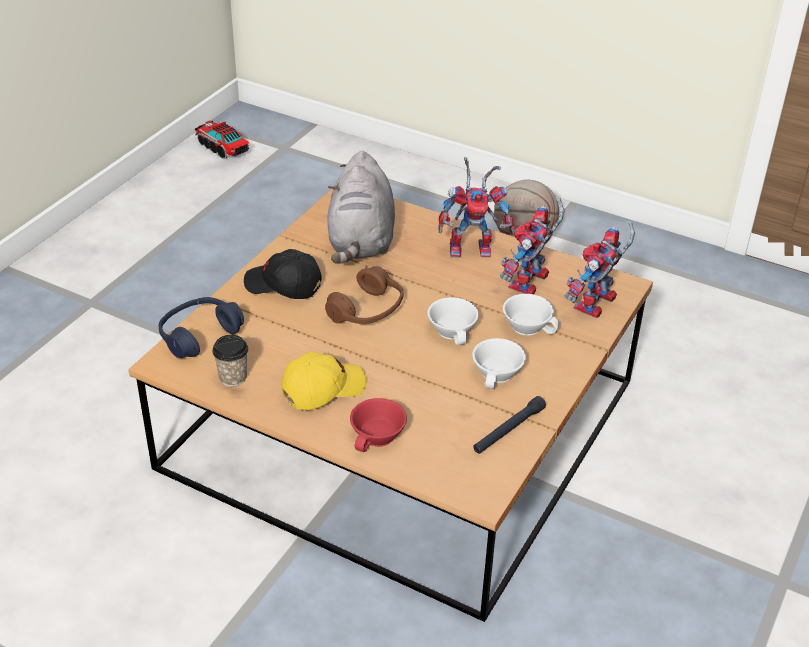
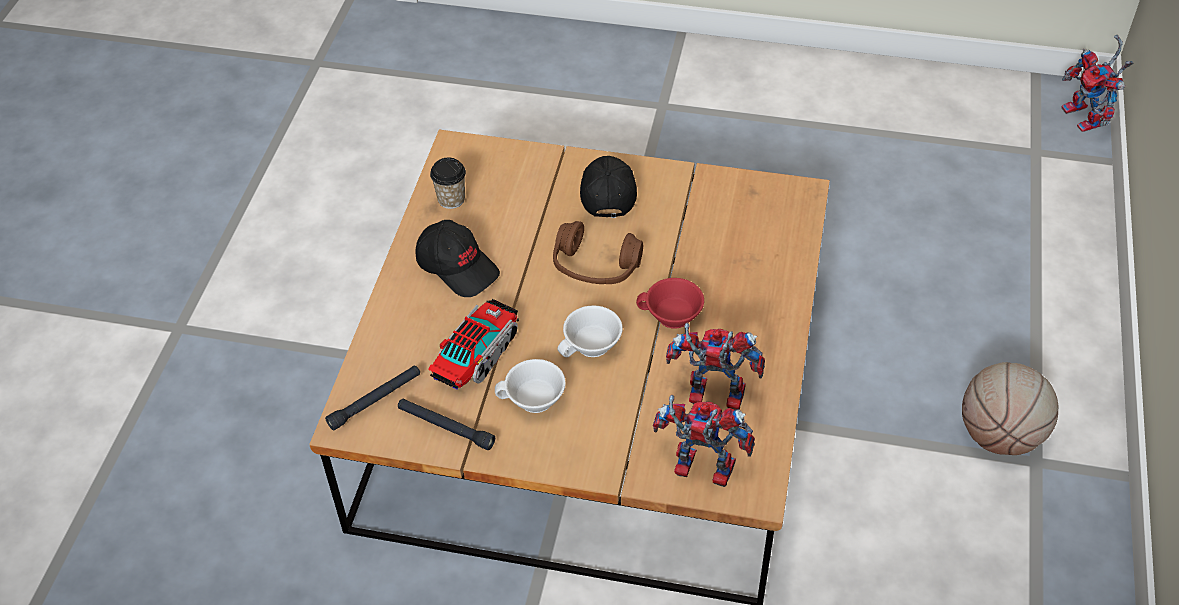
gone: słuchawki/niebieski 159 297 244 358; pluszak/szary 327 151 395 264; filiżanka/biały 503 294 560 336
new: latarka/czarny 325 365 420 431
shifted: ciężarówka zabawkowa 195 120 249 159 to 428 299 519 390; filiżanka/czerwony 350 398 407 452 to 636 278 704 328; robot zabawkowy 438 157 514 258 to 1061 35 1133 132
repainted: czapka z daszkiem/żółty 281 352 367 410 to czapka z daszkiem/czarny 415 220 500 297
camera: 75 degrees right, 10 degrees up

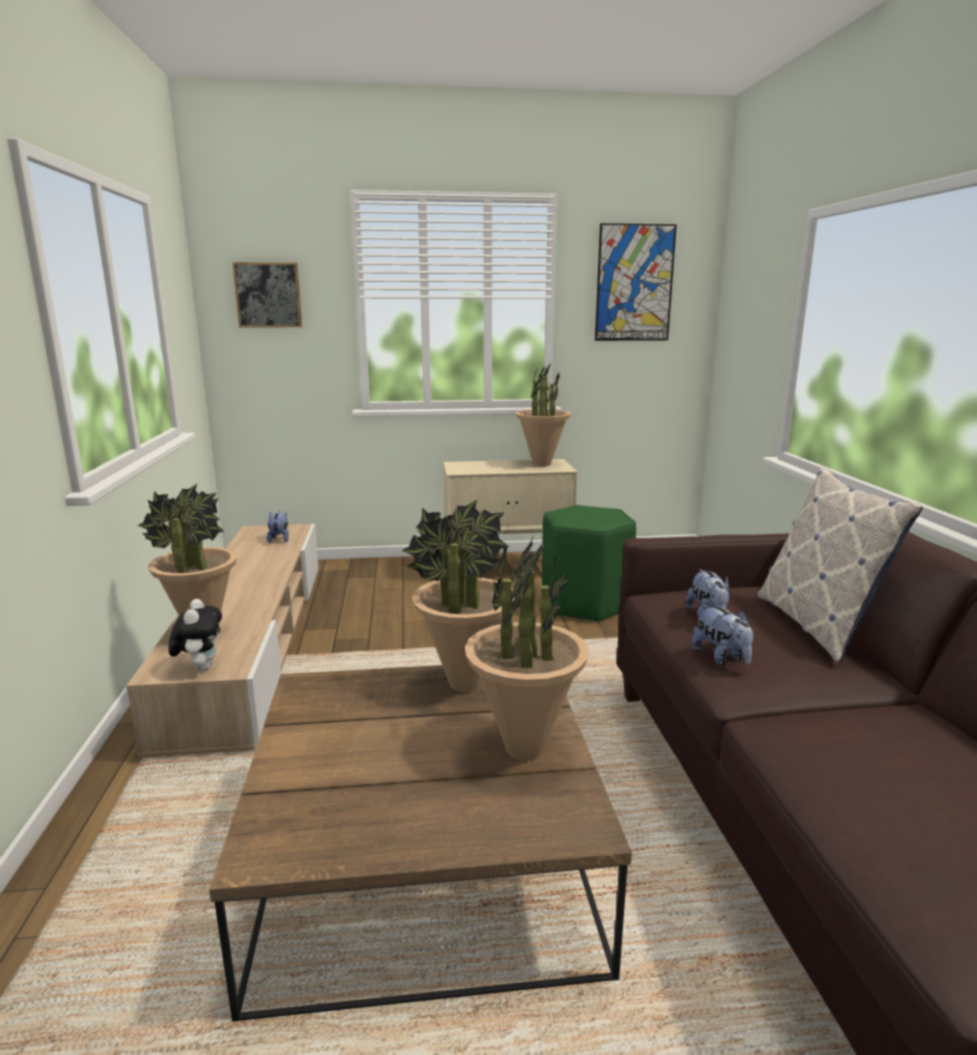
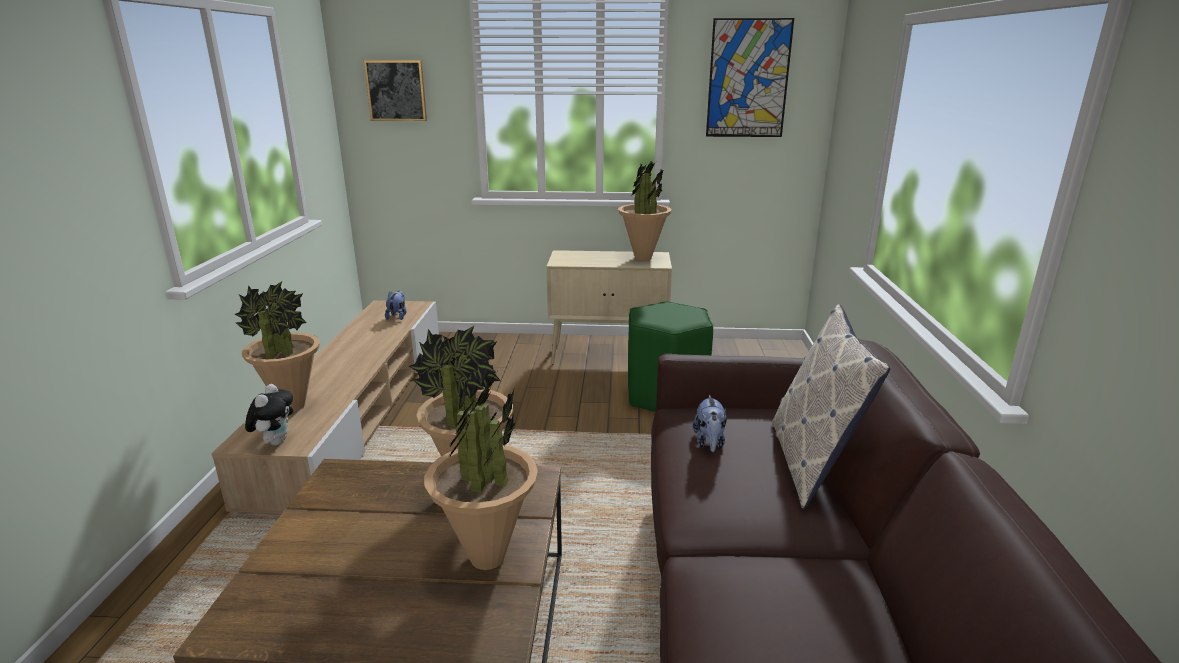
gone: pluszak 691 604 753 665
camera: 10 degrees right, 5 degrees up

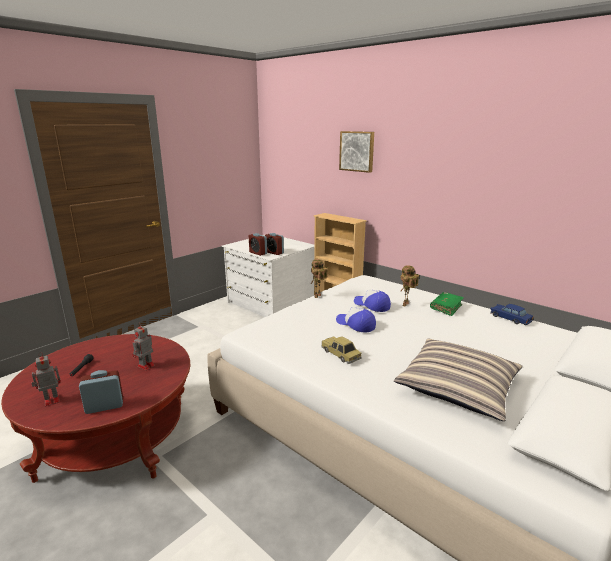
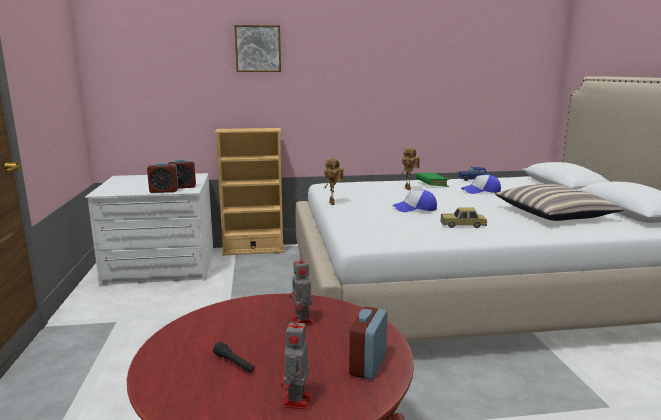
shifted: czapka z daszkiem 354 289 391 312 to 461 175 501 194
camera: 50 degrees left, 5 degrees down

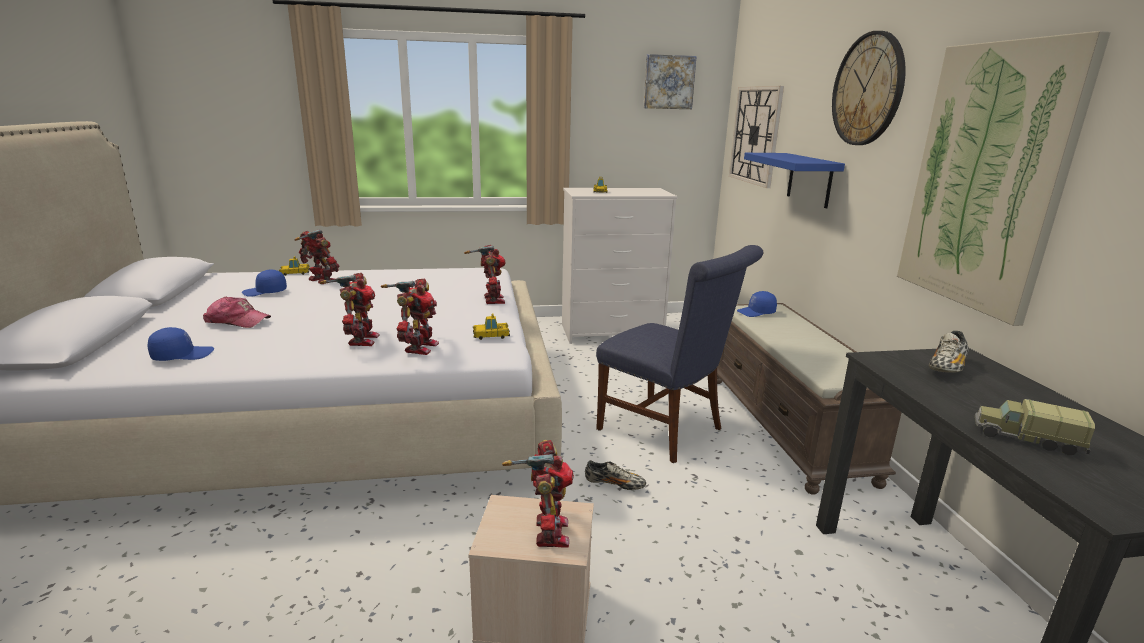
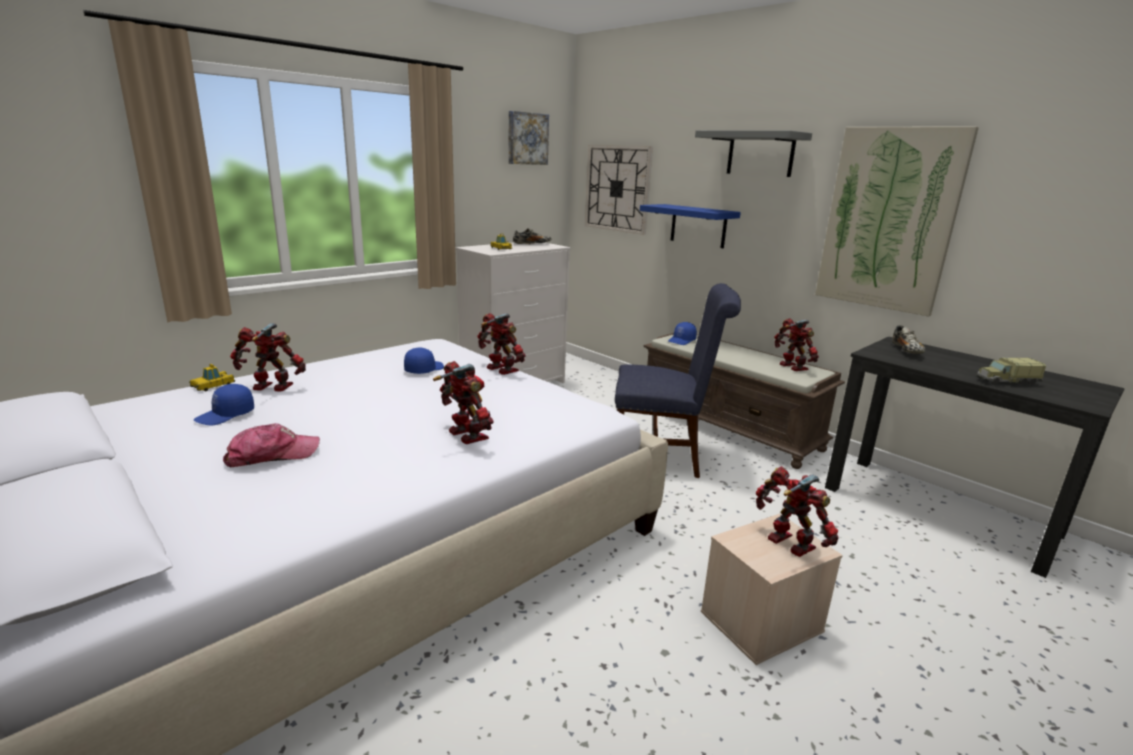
gone: samochodzik 472 313 510 340
shifted: czapka z daszkiem/niebieski 148 327 214 361 to 404 347 444 374; robot zabawkowy 381 278 439 355 to 774 318 819 371; but 585 460 646 490 to 513 228 551 244
swapped: zegar ścienny 832 31 906 145 to półka/szary 695 130 812 177
camera: 35 degrees left, 0 degrees up

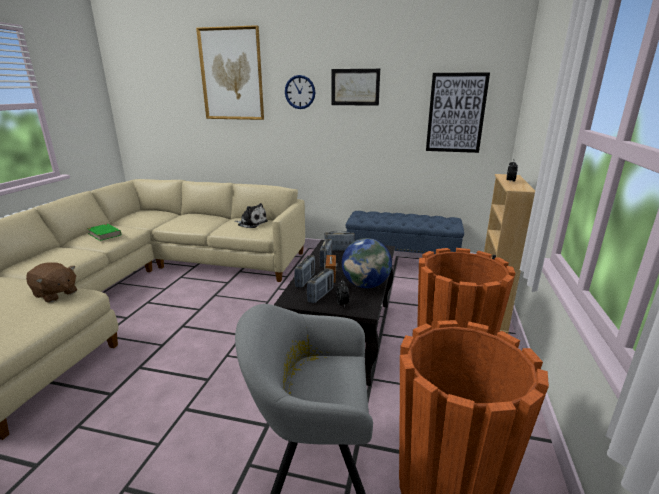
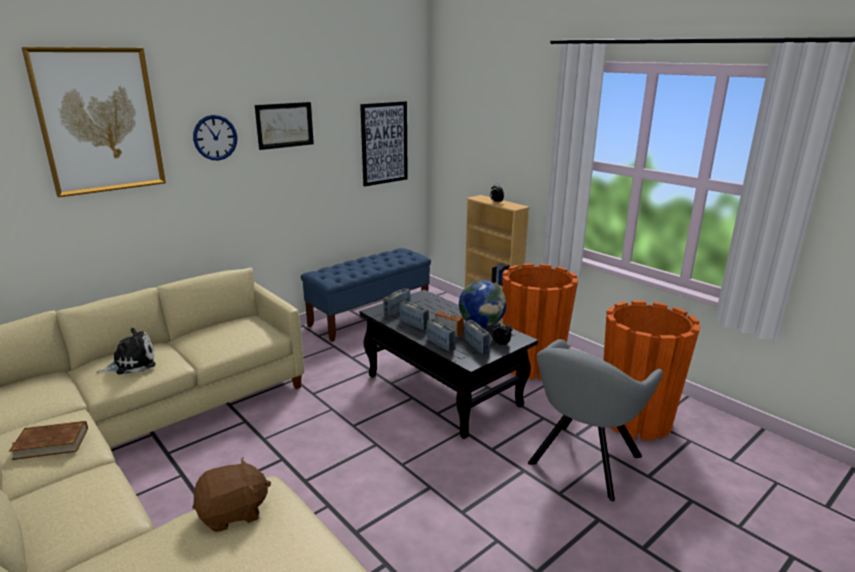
shifted: pluszak 234 203 268 228 to 97 328 156 374
repainted: książka/zielony 87 224 121 241 to książka/brązowy 9 421 88 460
camera: 55 degrees left, 0 degrees up

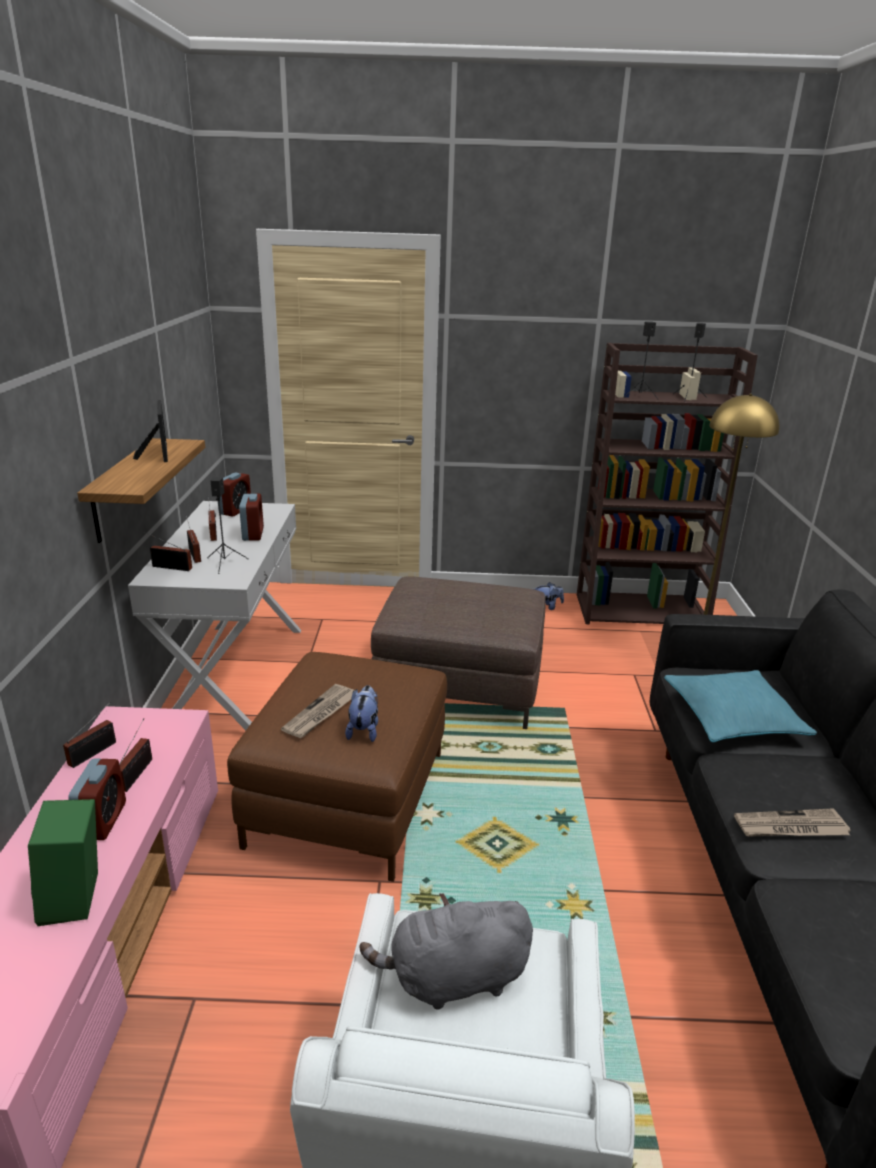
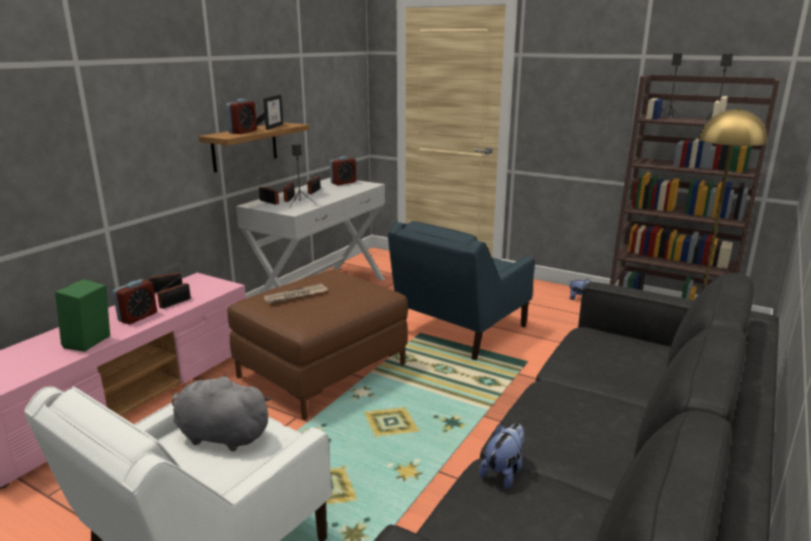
gone: poduszka/turkusowy 664 670 817 743; gazeta 734 808 851 837
shifted: budzik 239 494 264 541 to 226 99 257 134; pluszak 345 685 378 742 to 479 423 525 489
swapped: pufa/brązowy 371 576 546 729 to fotel/niebieski 388 221 535 360
camera: 30 degrees right, 5 degrees down

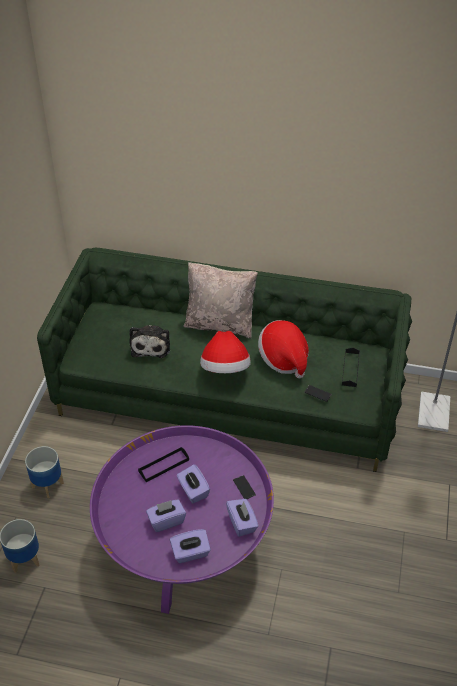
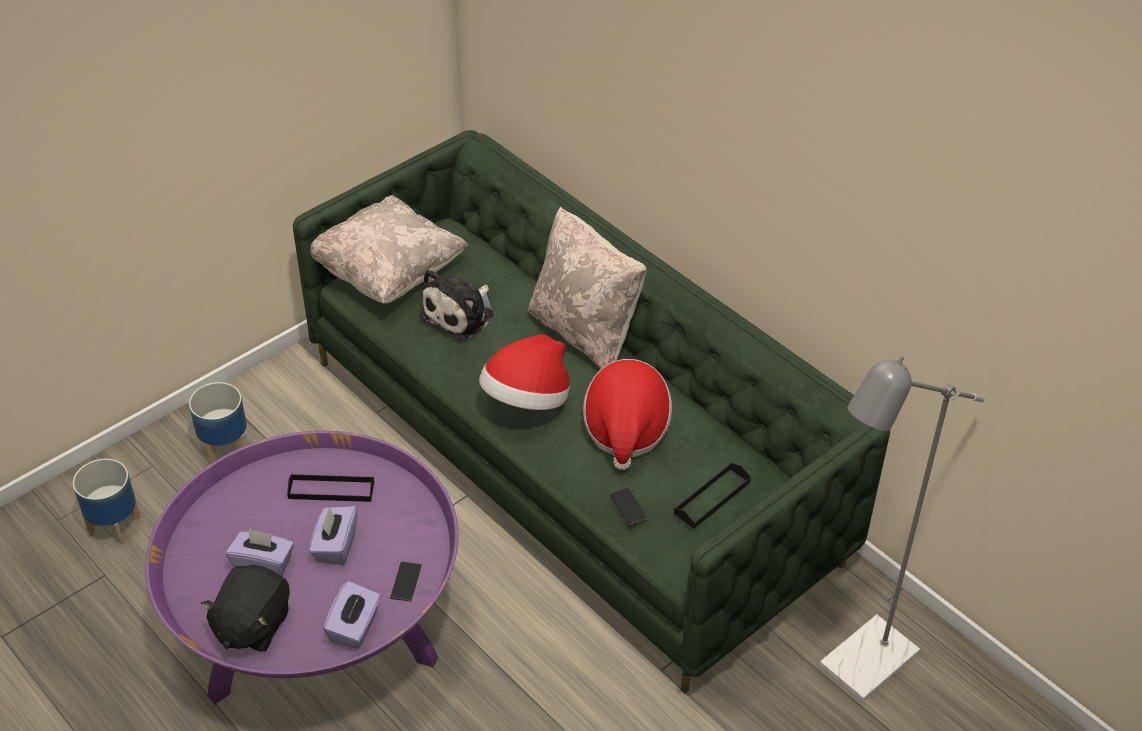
new: poduszka/beżowy 310 195 468 304
swapped: pudełko chusteczek/fioletowy 170 529 211 563 to pluszak/czarny 201 565 290 652
camera: 35 degrees right, 0 degrees up

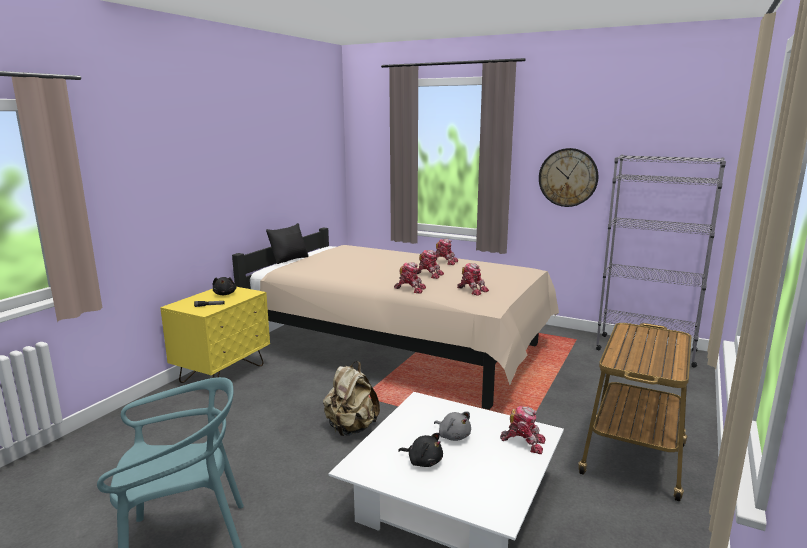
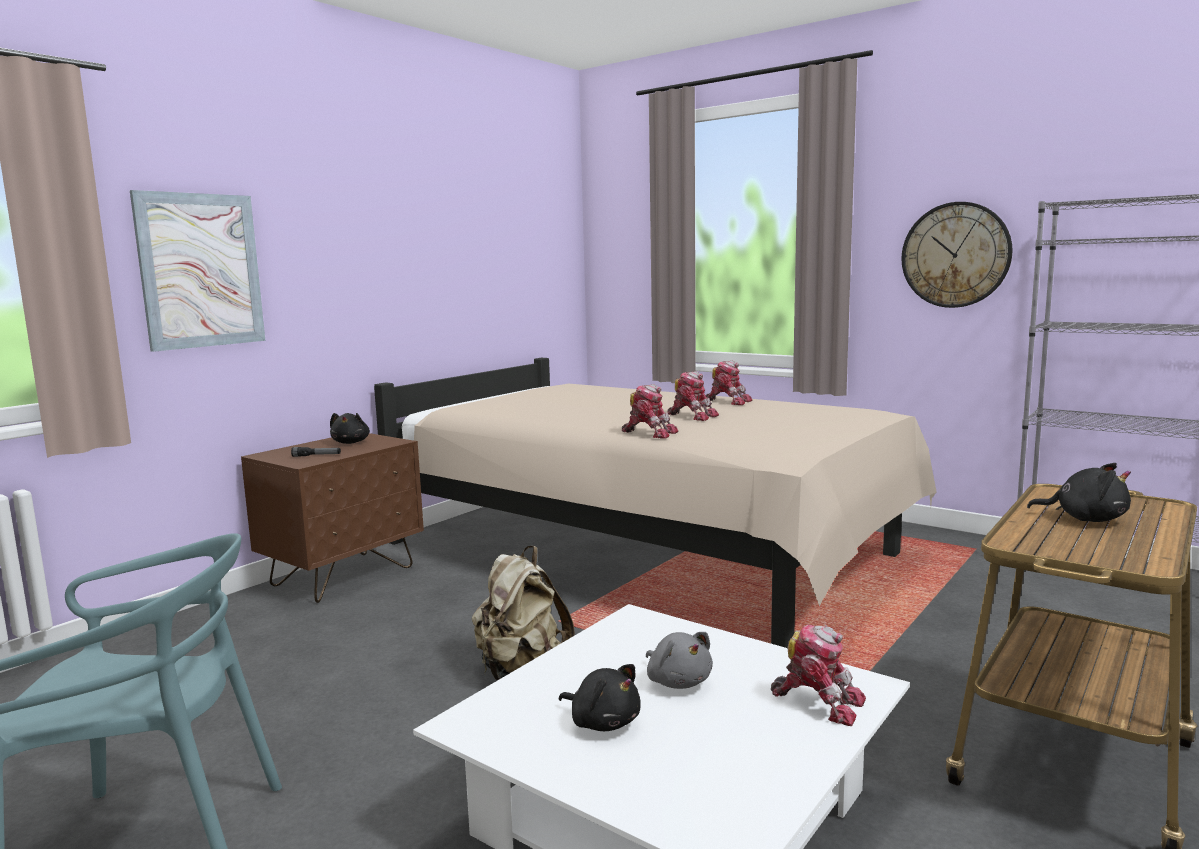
gone: poduszka/czarny 266 223 309 264; robot zabawkowy 457 263 489 296
new: obraz 130 190 265 352; pluszak/czarny 1027 463 1131 522
repainted: szafka nocna/żółty 160 287 270 383 to szafka nocna/brązowy 241 433 424 603
camera: 10 degrees right, 5 degrees down

